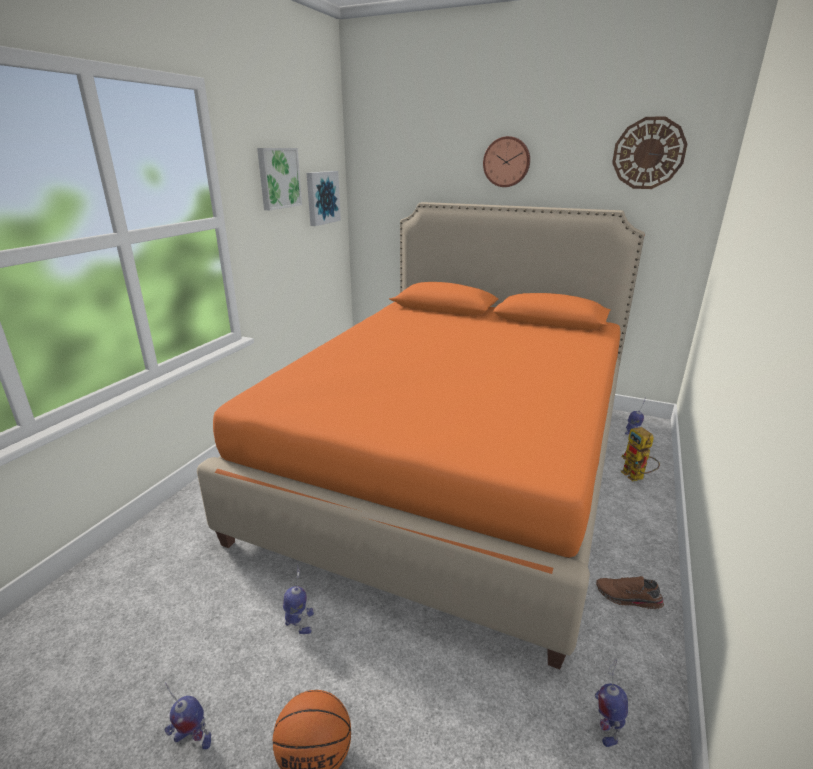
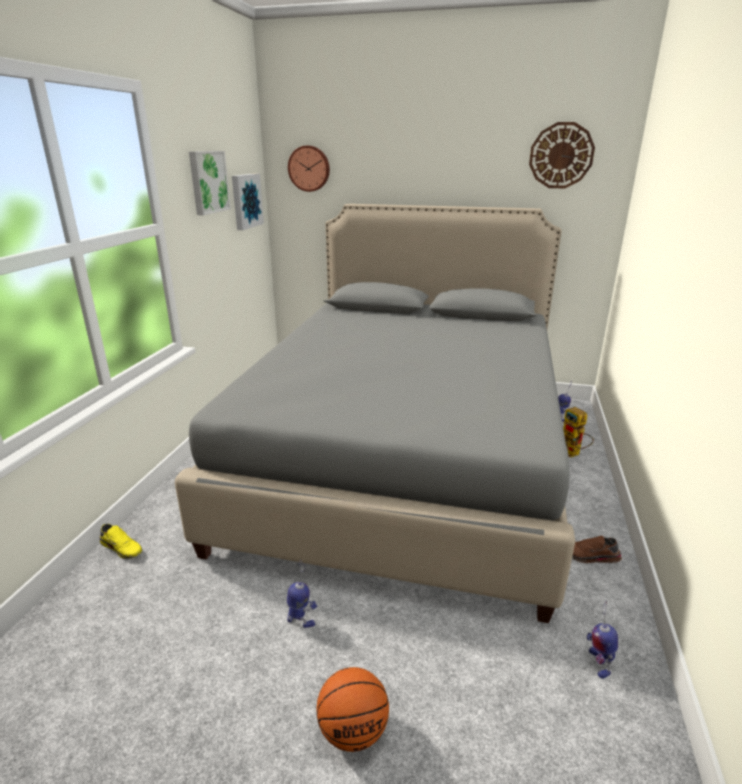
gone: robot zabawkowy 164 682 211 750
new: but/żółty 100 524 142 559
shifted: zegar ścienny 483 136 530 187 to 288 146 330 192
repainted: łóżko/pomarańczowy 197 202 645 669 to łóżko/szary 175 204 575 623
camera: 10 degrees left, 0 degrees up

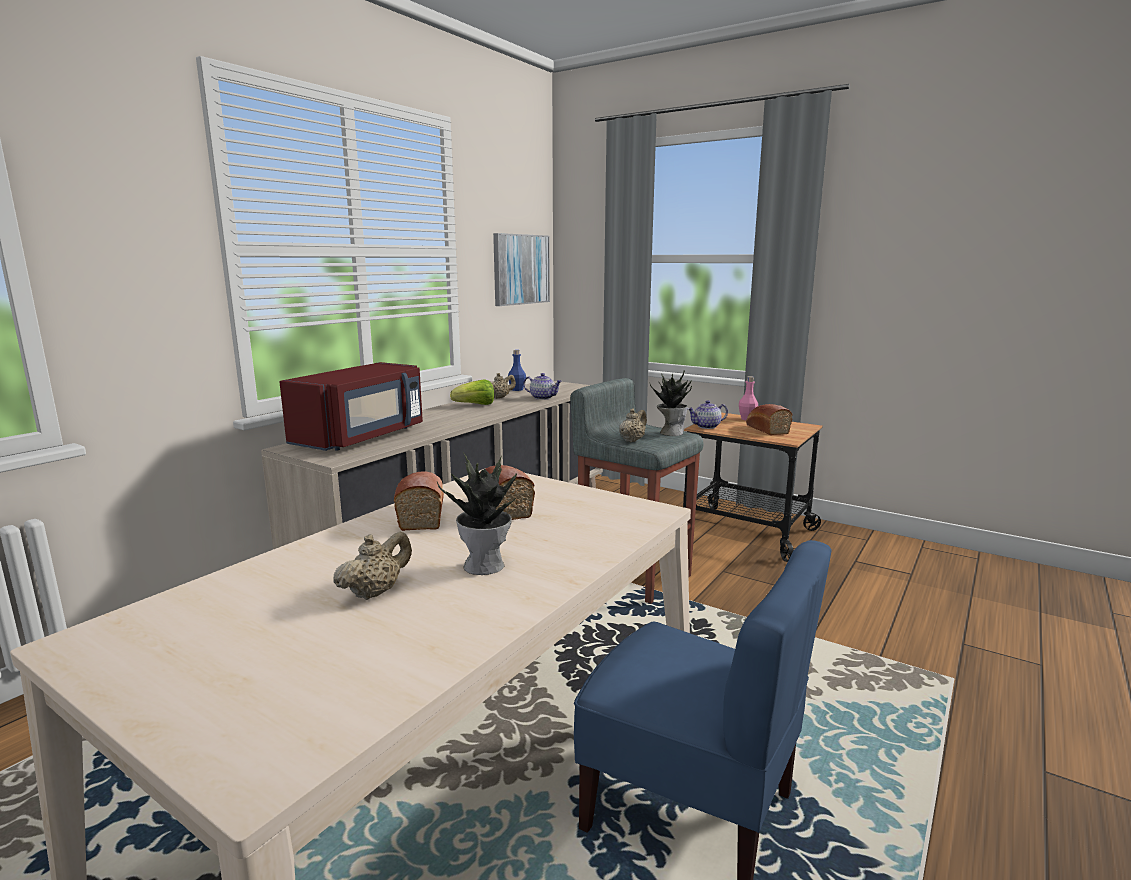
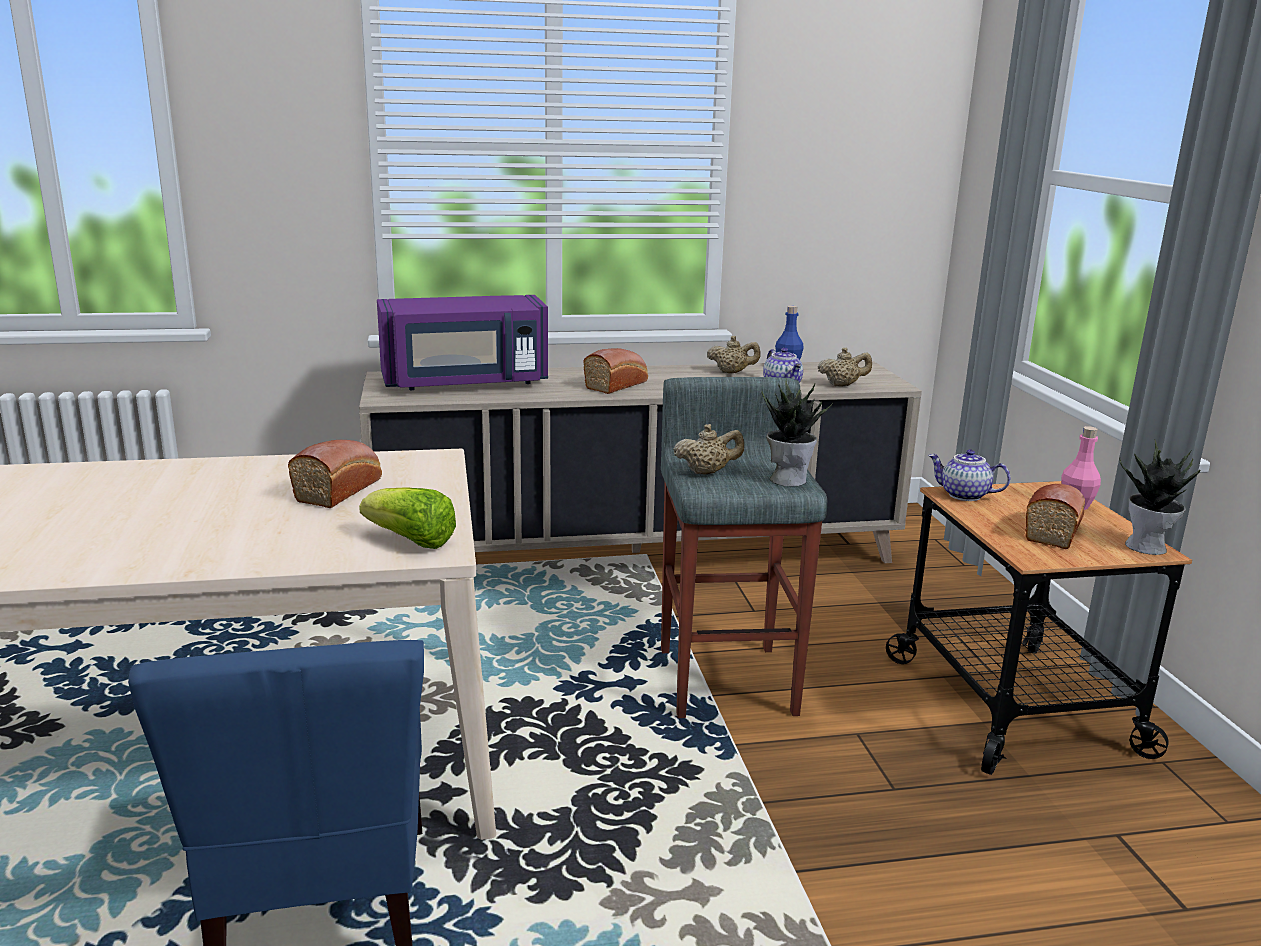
gone: obraz 493 233 550 306
shifted: imbryk/beżowy 333 532 412 600 to 818 347 872 387; chleb 394 472 444 531 to 583 348 648 394; roślina doniczkowa 437 453 517 575 to 1119 439 1200 555; sałata 450 379 494 405 to 359 487 456 549
repainted: mikrofalówka/czerwony 279 362 423 451 to mikrofalówka/fioletowy 377 295 548 390
camera: 45 degrees right, 5 degrees up

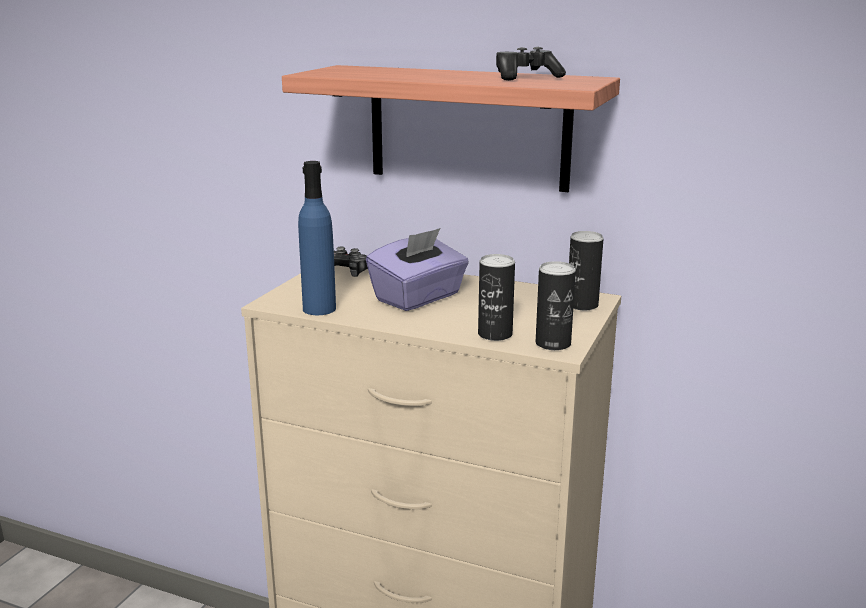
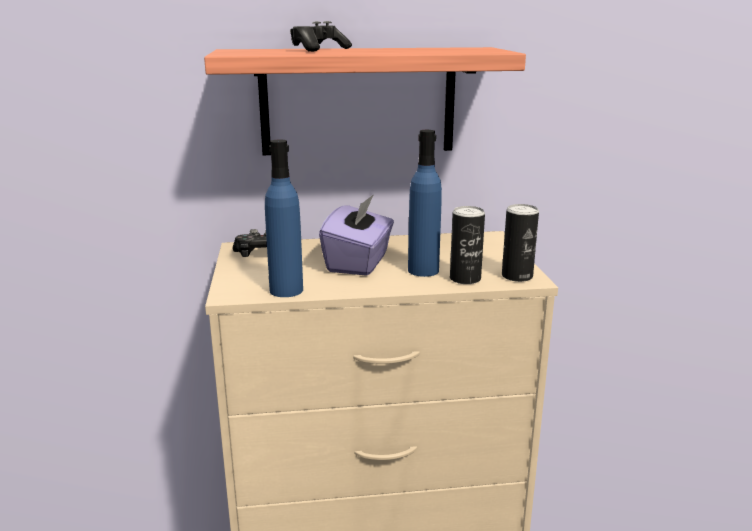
gone: puszka 569 231 604 310
new: butelka/niebieski 408 130 442 277
shifted: pad do gier 496 47 566 81 to 290 21 352 52
camera: 30 degrees left, 0 degrees up

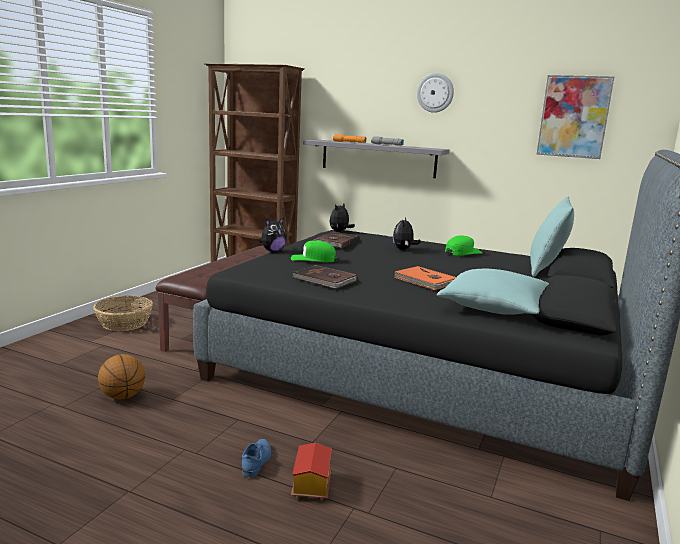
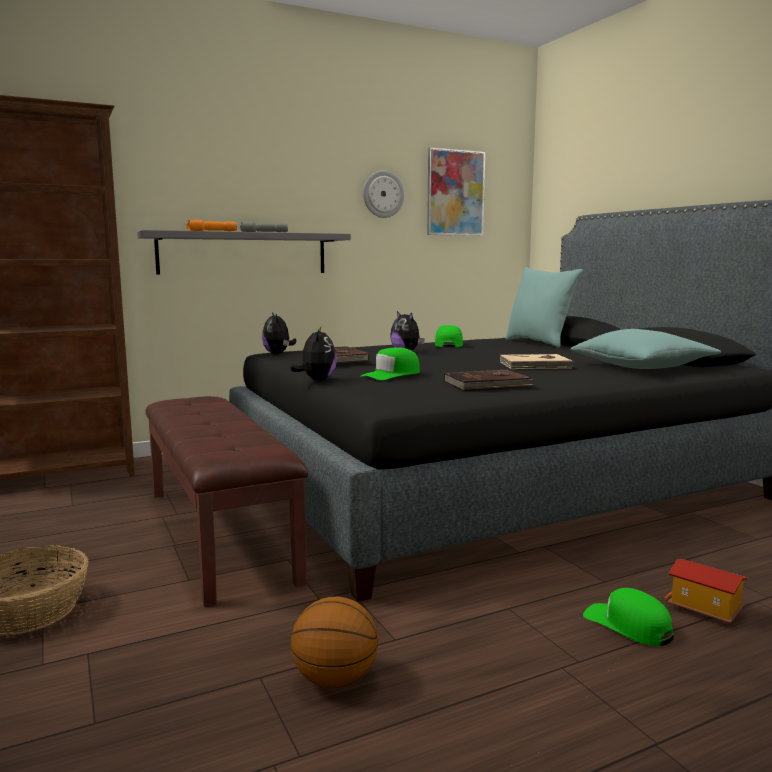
shifted: zegar ścienny 417 73 454 113 to 363 170 404 218
swapped: but/niebieski 242 439 271 477 to czapka z daszkiem/zielony 583 588 674 646
repainted: książka/pomarańczowy 393 266 456 290 to książka/beżowy 500 354 574 369
camera: 50 degrees left, 5 degrees down

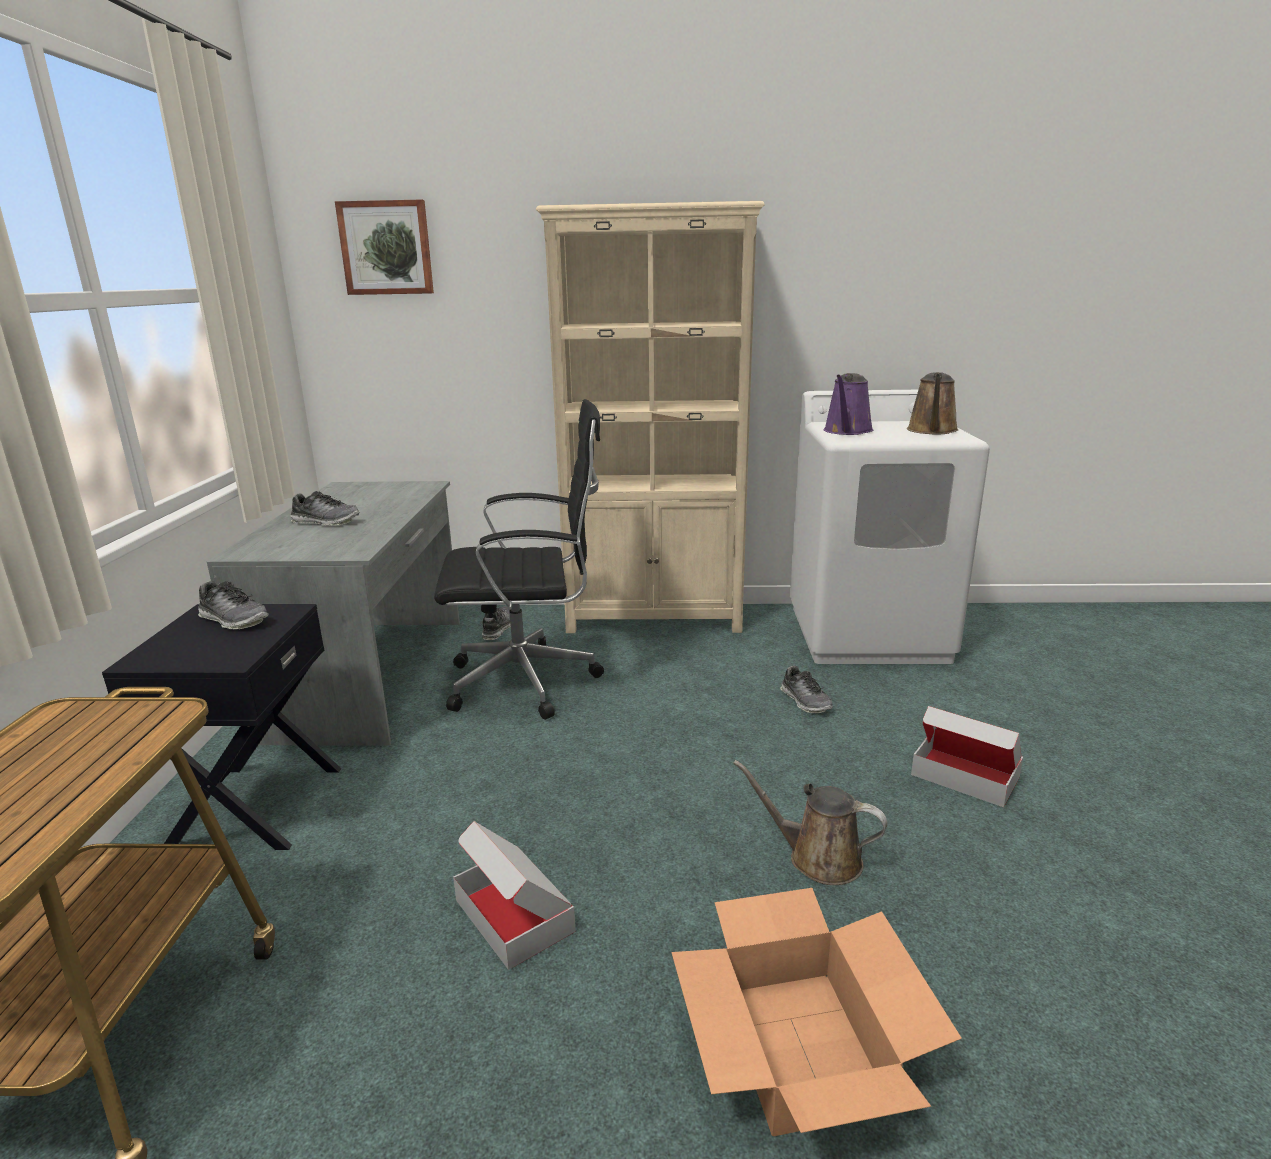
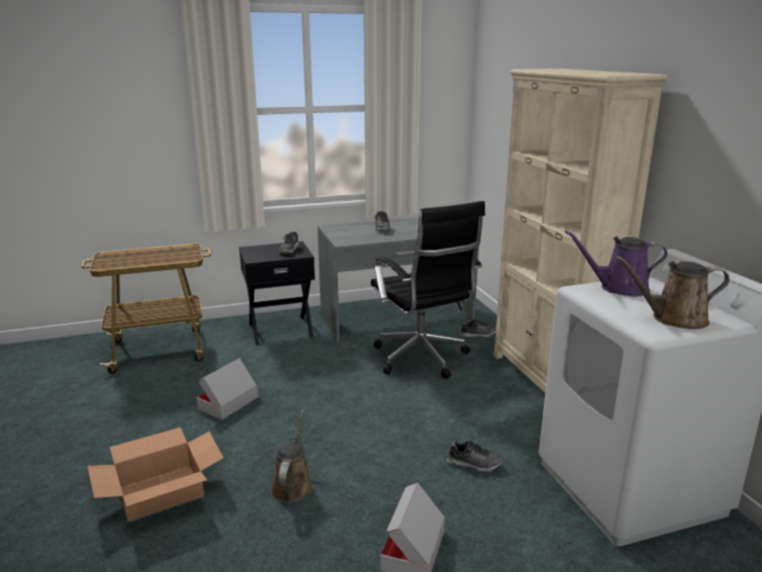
gone: obraz 335 200 434 295
rotated: but 780 666 833 713 = 447 441 503 472 120 degrees counterclockwise
camera: 70 degrees right, 0 degrees up

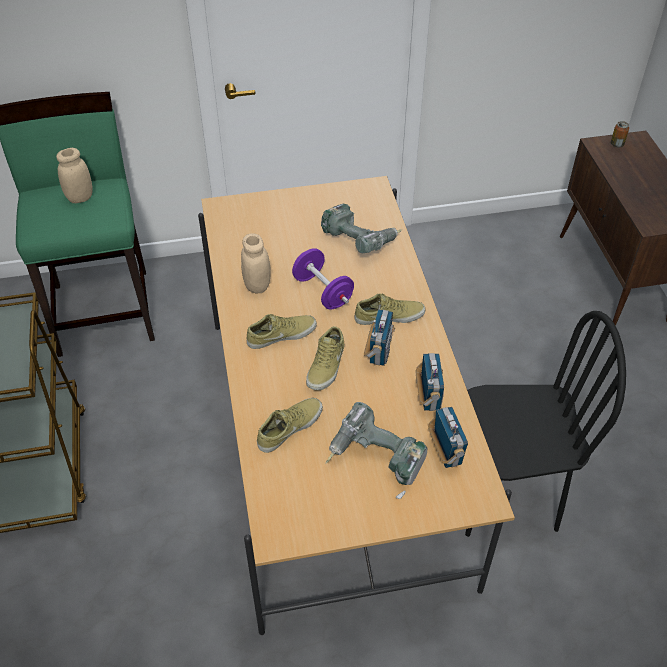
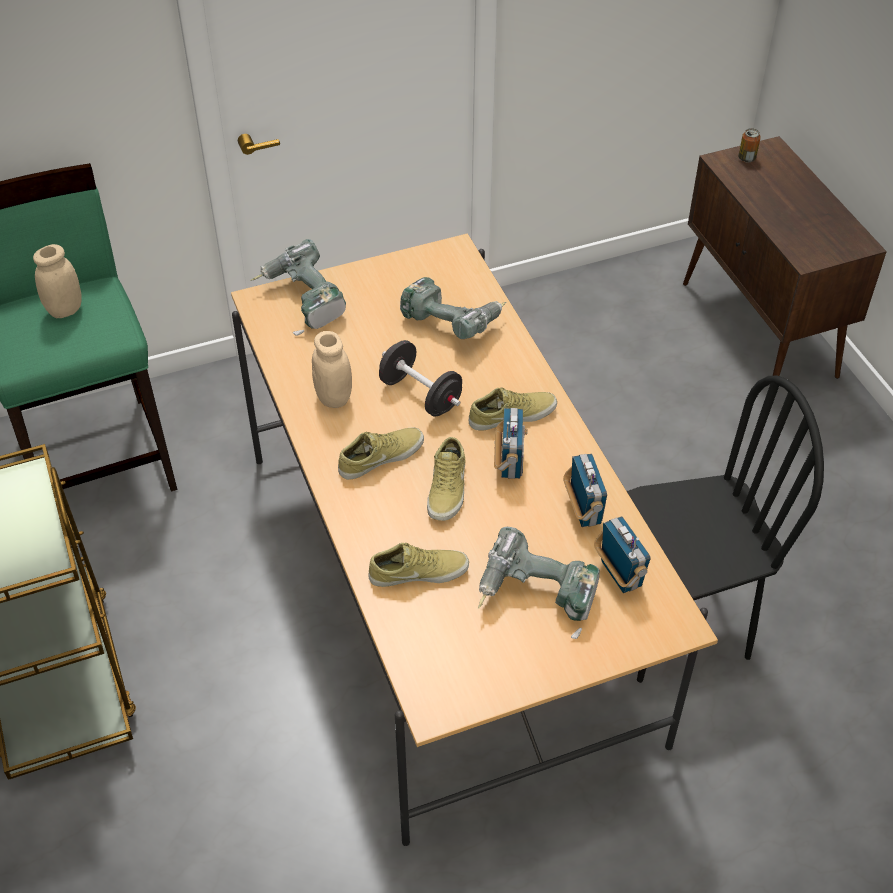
new: wiertarka 250 239 346 336
repainted: hantel/fioletowy 292 248 354 310 to hantel/czarny 379 340 462 416
rotated: but/beżowy 257 398 323 453 = 369 543 469 587 45 degrees clockwise
camera: 10 degrees left, 0 degrees up

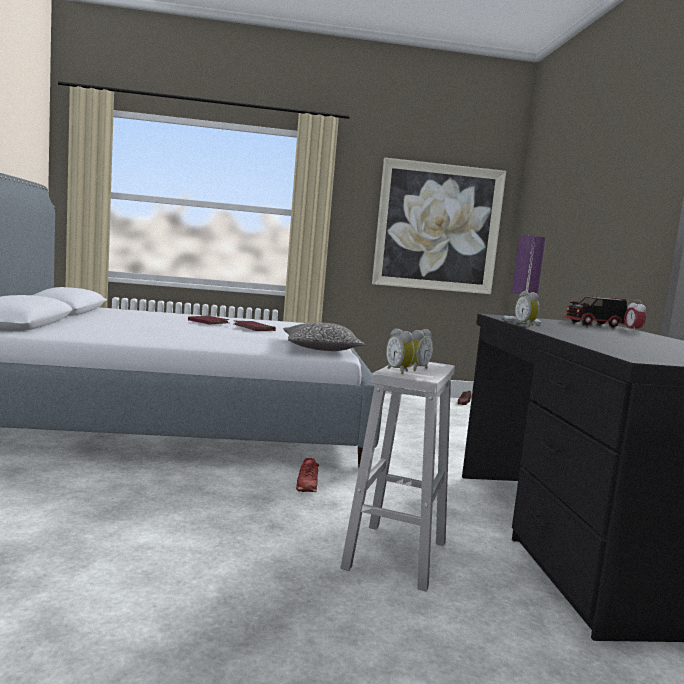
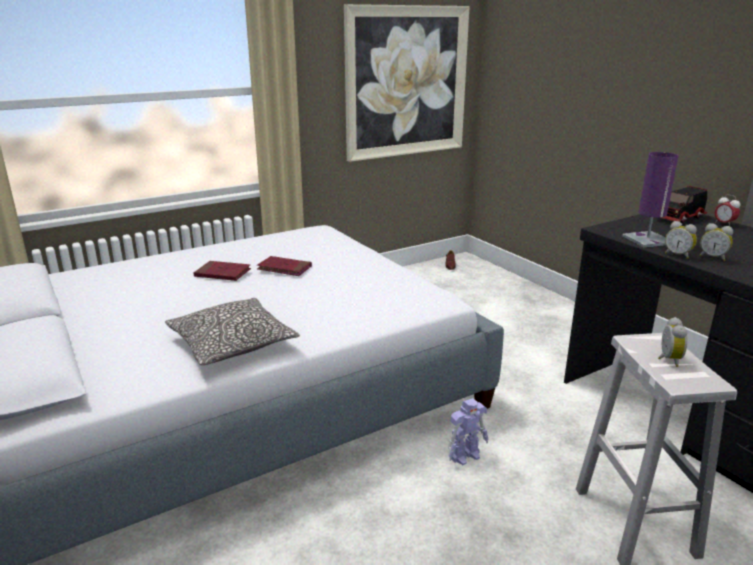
shifted: poduszka 283 323 365 351 to 165 298 300 365; budzik 386 328 414 374 to 699 223 733 261
swapped: but/czerwony 296 458 319 492 to robot zabawkowy 448 398 489 465
camera: 25 degrees left, 15 degrees up

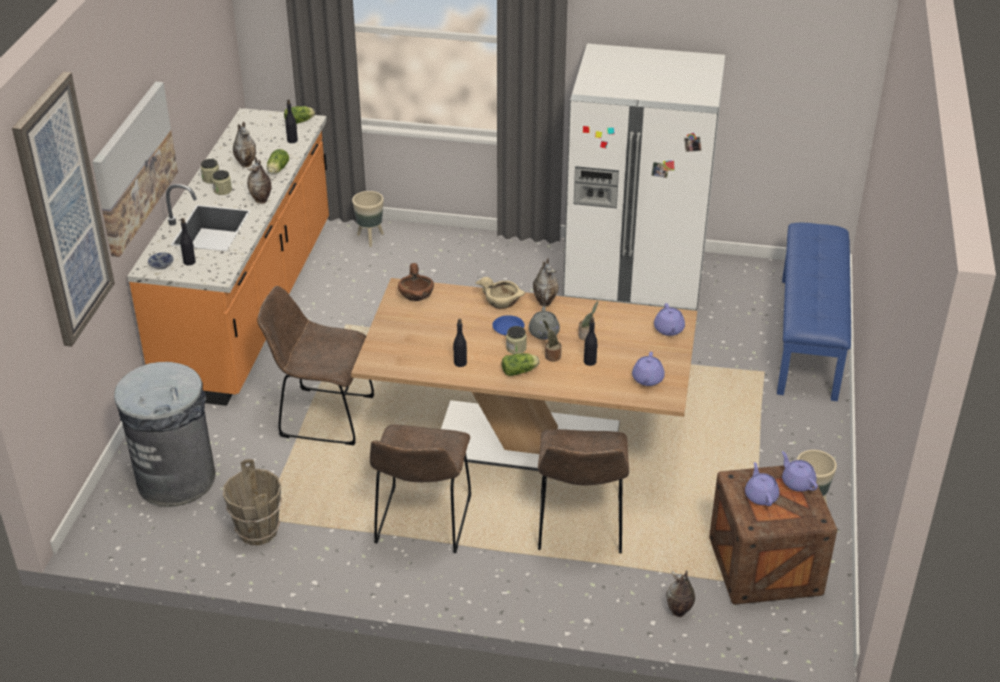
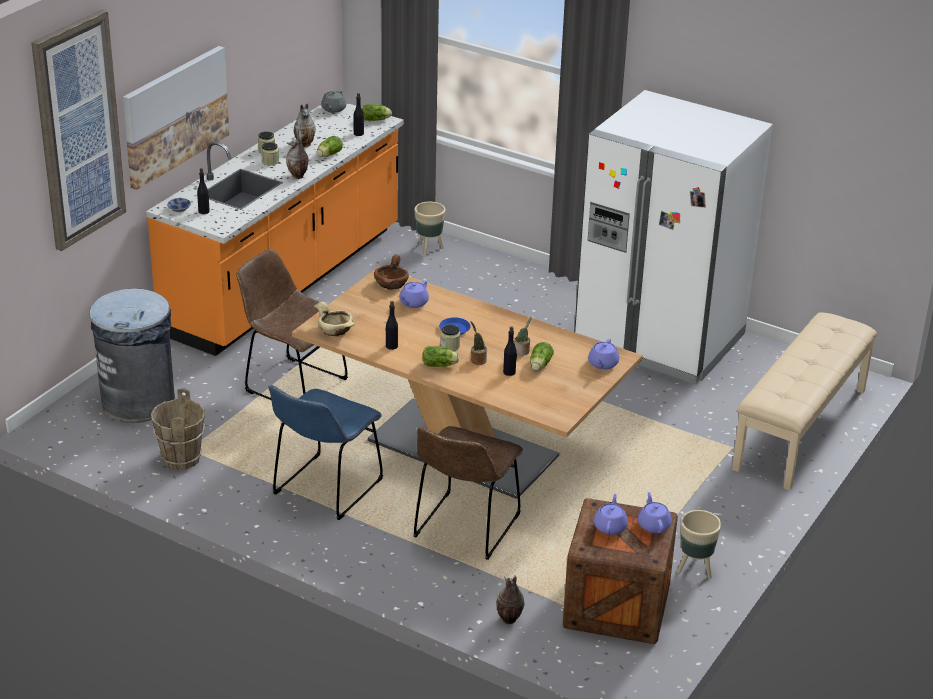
gone: wazon 533 258 559 307
new: sałata 530 342 554 370
shifted: miska/beżowy 475 277 525 309 to 314 302 354 336; imbryk/szary 529 307 560 340 to 321 90 346 113; imbryk/fioletowy 632 352 665 386 to 399 281 429 308
repainted: krzesło/brązowy 370 425 471 553 to krzesło/niebieski 268 385 383 520; ławka/niebieski 777 223 851 401 to ławka/beżowy 732 312 877 490
camera: 20 degrees right, 5 degrees down

